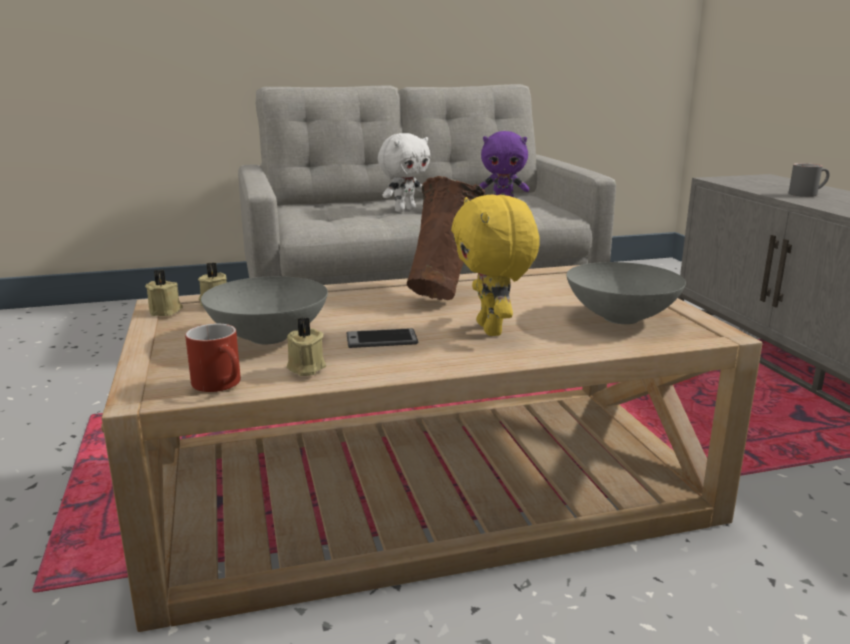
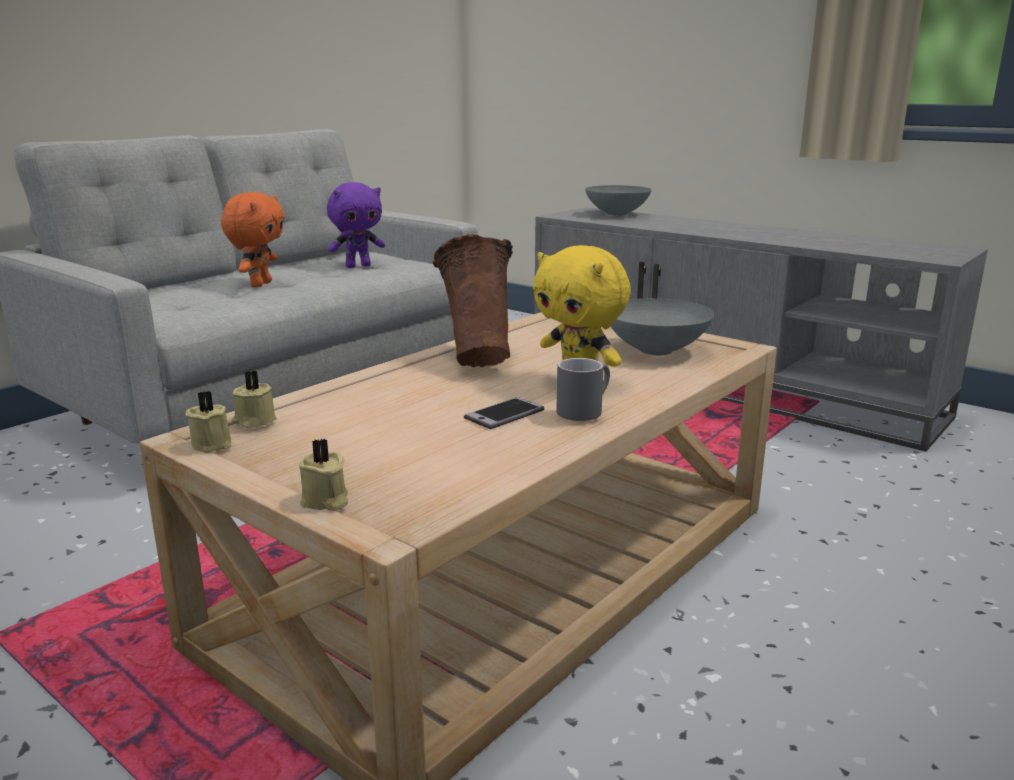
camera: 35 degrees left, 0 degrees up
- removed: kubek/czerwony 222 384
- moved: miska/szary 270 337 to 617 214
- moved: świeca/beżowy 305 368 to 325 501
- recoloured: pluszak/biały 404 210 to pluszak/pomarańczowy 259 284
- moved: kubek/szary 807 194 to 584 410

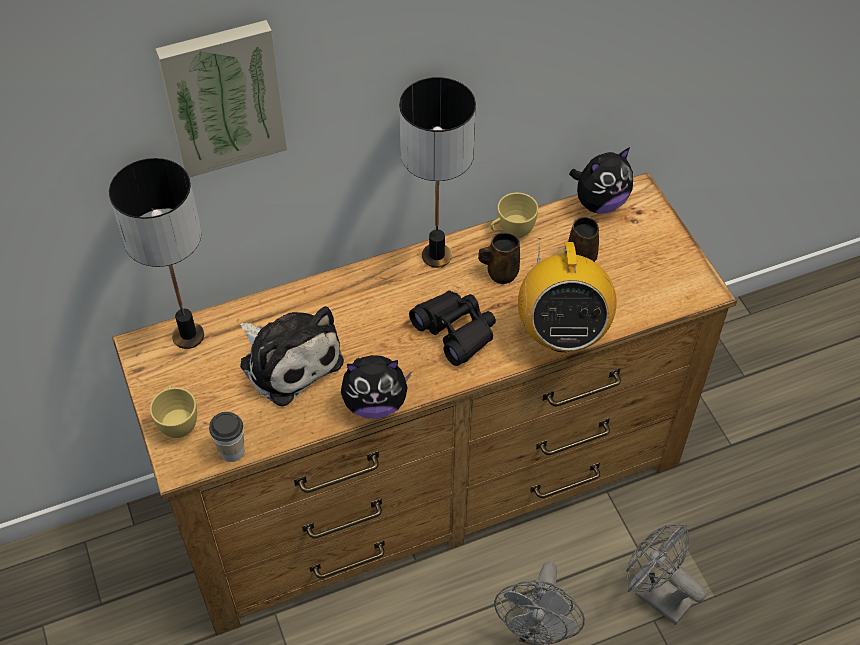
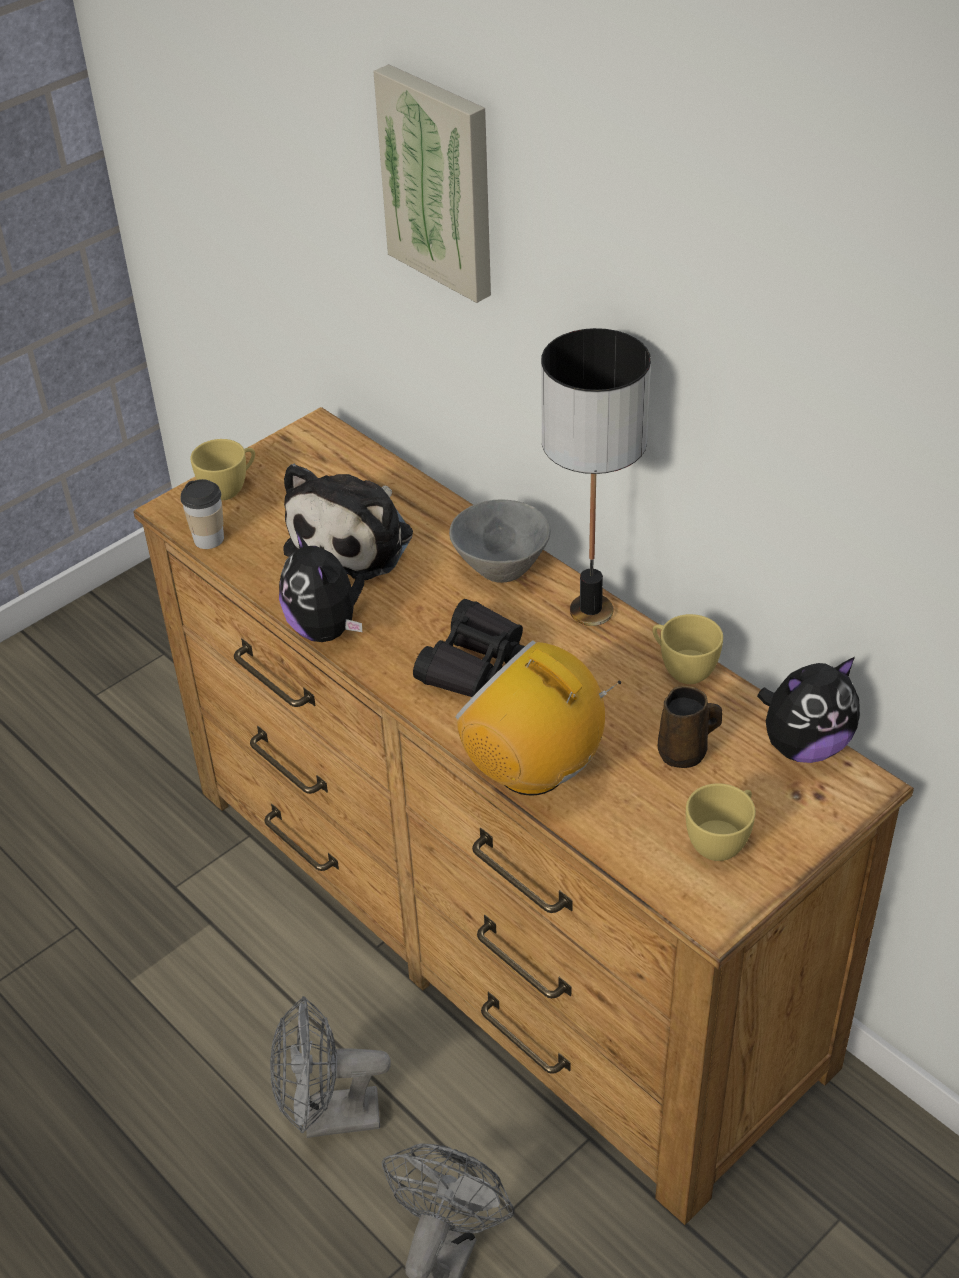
camera: 70 degrees right, 10 degrees down
- removed: lampa stołowa 189 336
- removed: kubek/brązowy 500 273
- turned: radio 562 333 = 533 770 60 degrees clockwise
- turned: pluszak 599 202 = 804 746 60 degrees counterclockwise
- added: miska/szary 503 565
- added: filiżanka/żółty 722 841

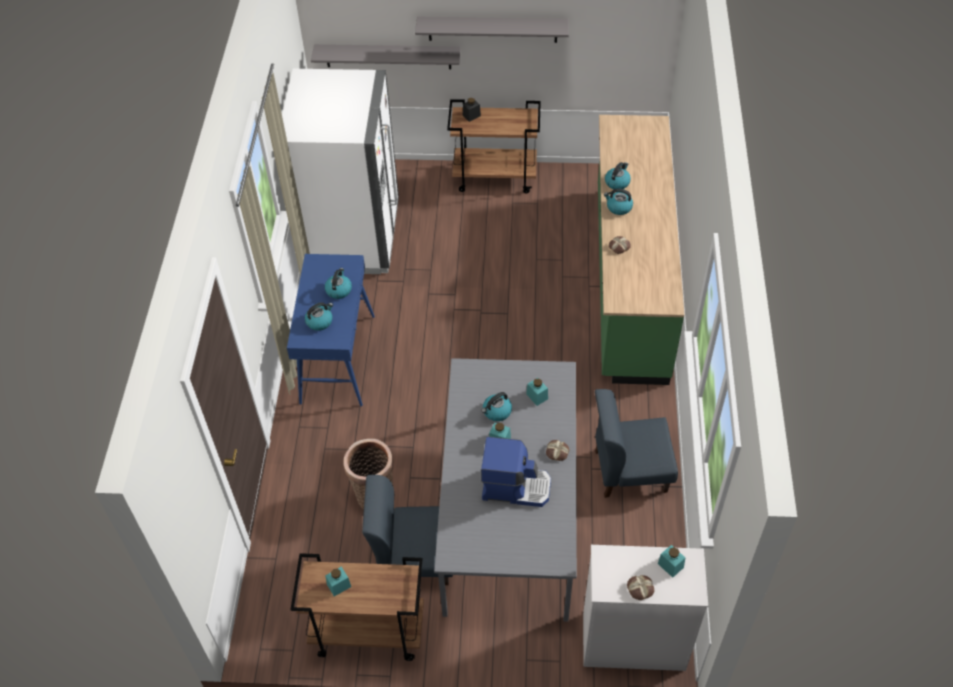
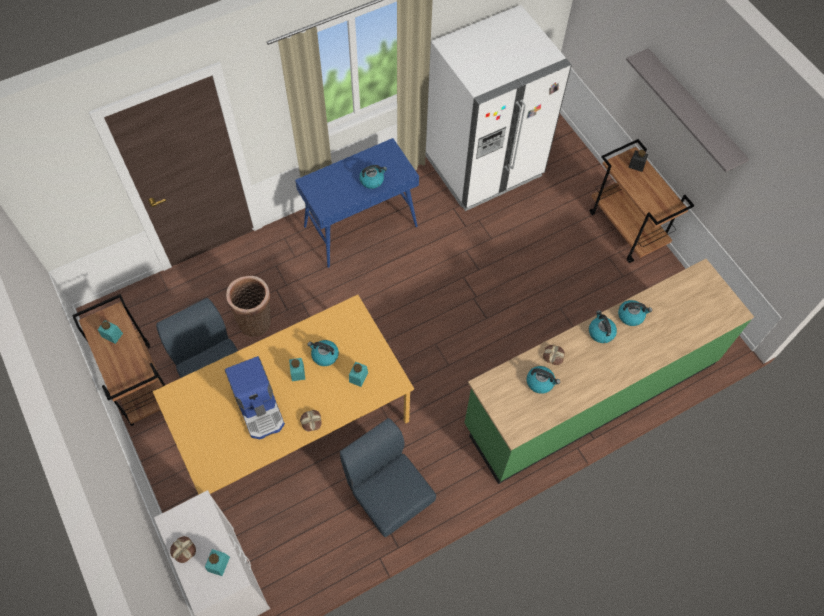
camera: 55 degrees right, 10 degrees up
- moved: czajnik 319 321 to 540 382
- removed: półka/szary 388 56
- recoloured: stół jadalny/szary 508 512 to stół jadalny/pomarańczowy 294 422

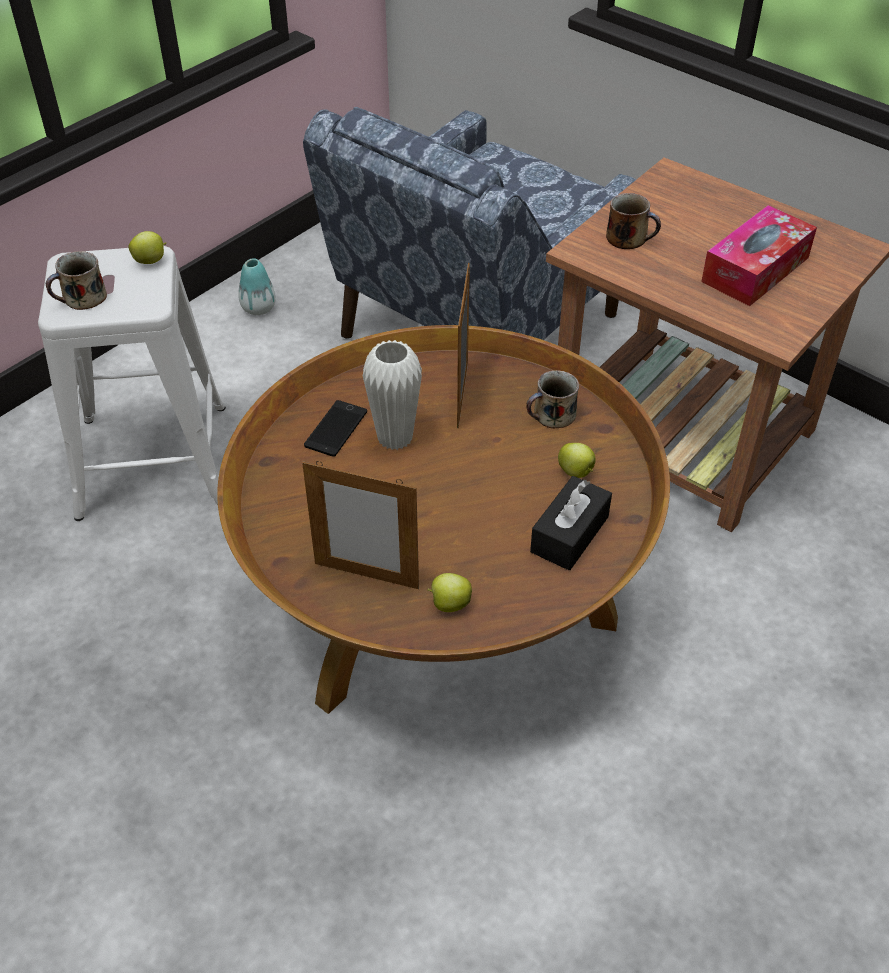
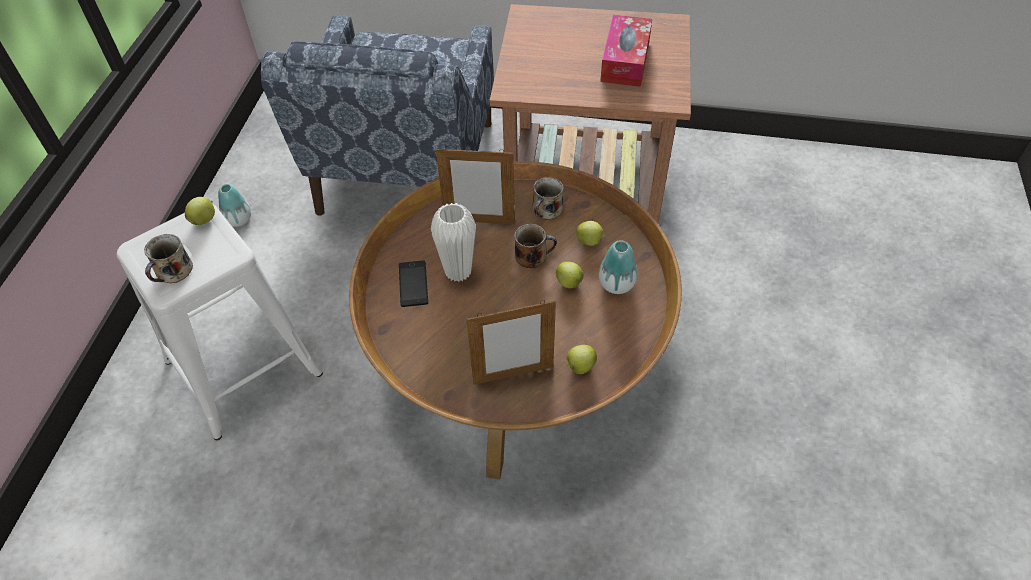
camera: 30 degrees left, 5 degrees up
- turned: ramka na zdjęcie 462 395 = 479 221 60 degrees counterclockwise
- replaced: pudełko chusteczek/czarny 569 534 to wazon 616 284
- moved: kubek 629 238 to 532 255
- added: jabłko 569 283

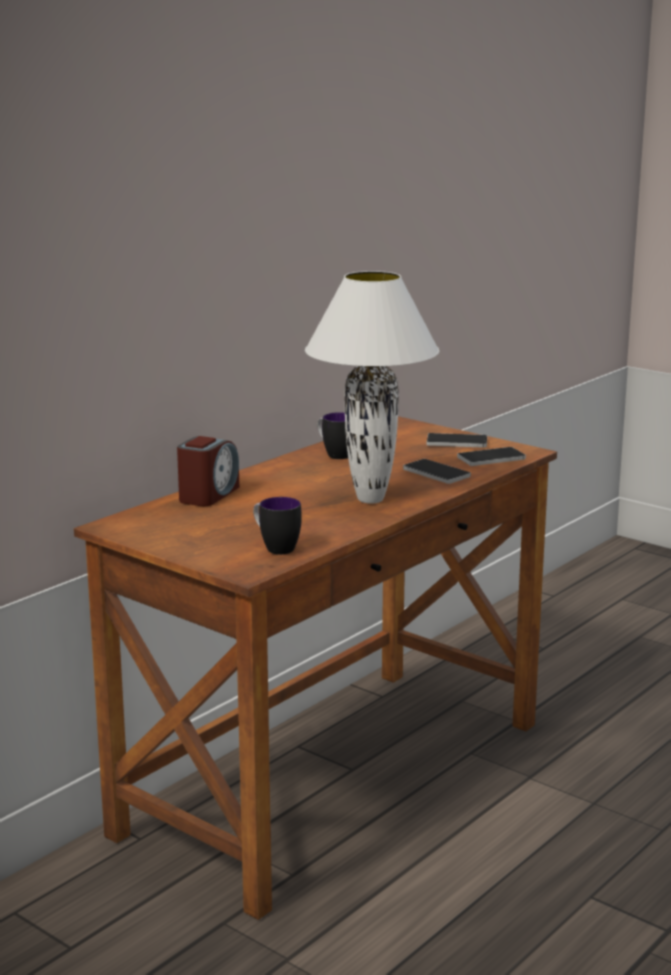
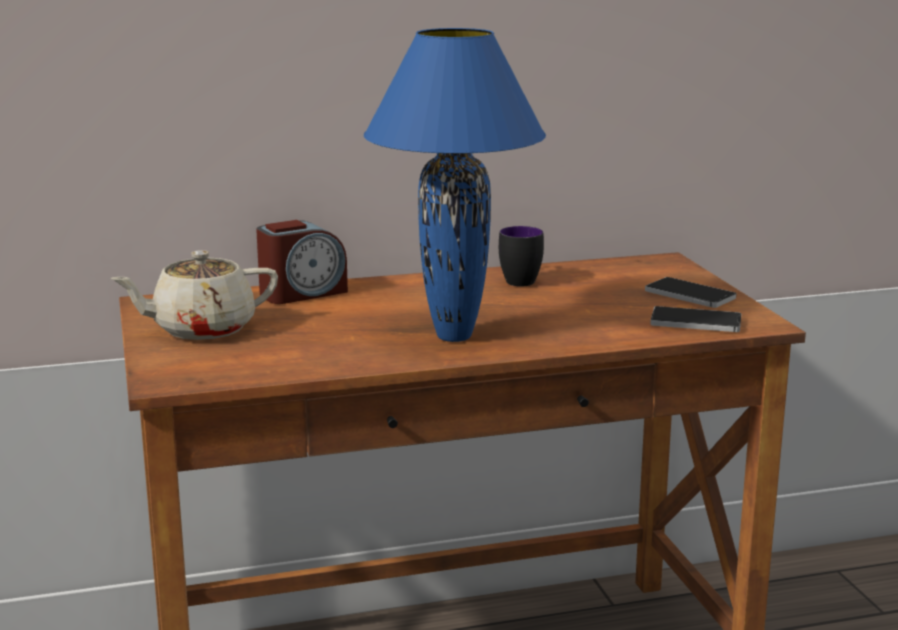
camera: 35 degrees right, 0 degrees up
- removed: kubek 275 547
- recoloured: lampa stołowa/biały 370 499 to lampa stołowa/niebieski 455 336
- removed: telefon 436 473
- added: imbryk/beżowy 201 329

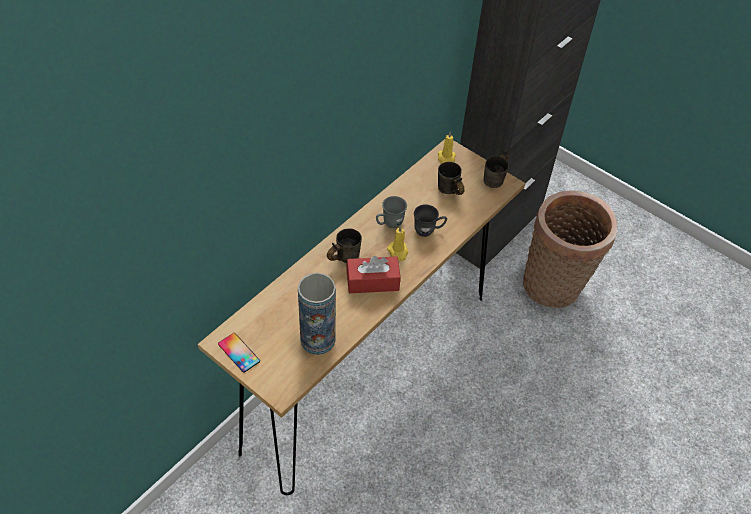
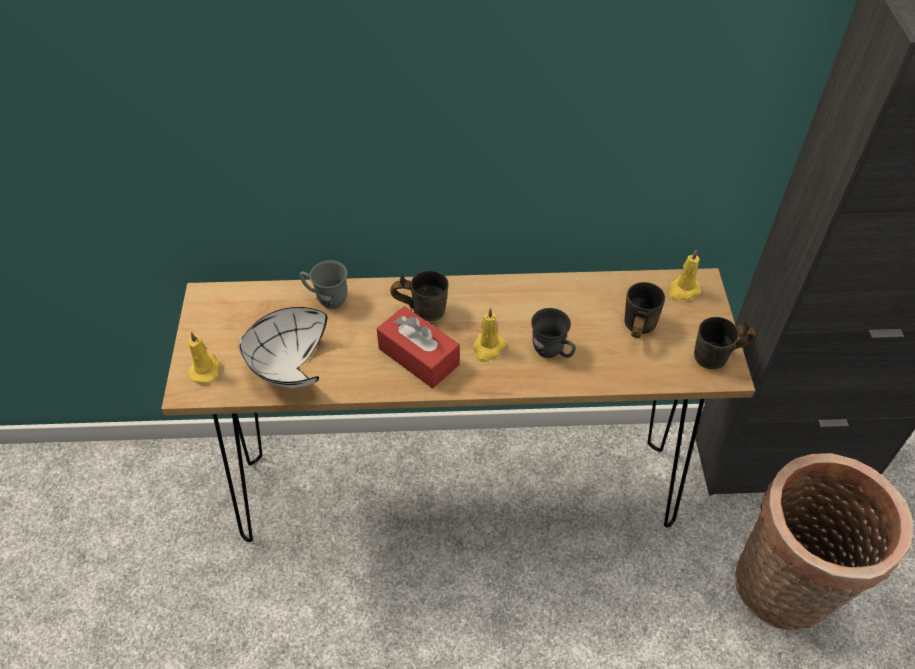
camera: 50 degrees right, 0 degrees up
- removed: telefon 239 352
- replaced: wazon 317 340 to miska/biały 287 368
- moved: kubek/szary 389 224 to 326 298
- added: świeca/żółty 206 369

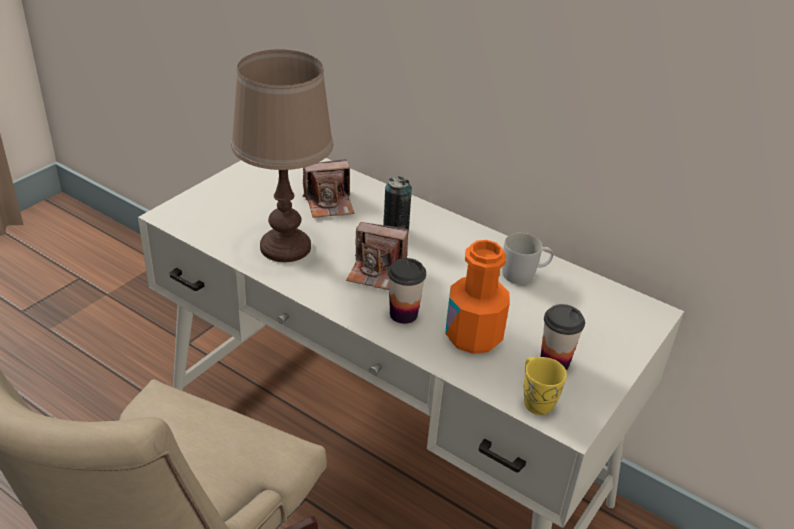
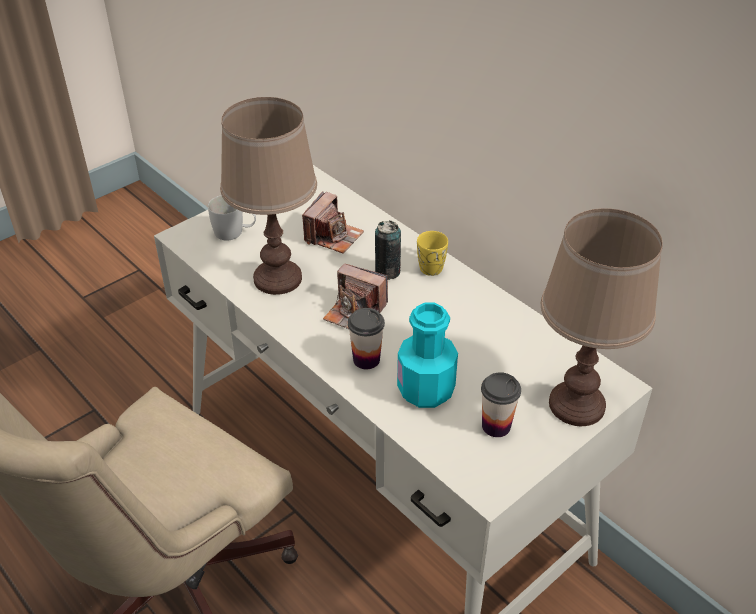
camera: 15 degrees right, 5 degrees up
- turned: aparat fotograficzny 329 204 = 333 236 60 degrees counterclockwise
- recoloured: butelka/pomarańczowy 473 336 to butelka/turkusowy 426 389
- moved: kubek/biały 524 274 to 234 232
- moved: kubek/żółty 535 399 to 430 265
- added: lampa stołowa/brązowy 577 404

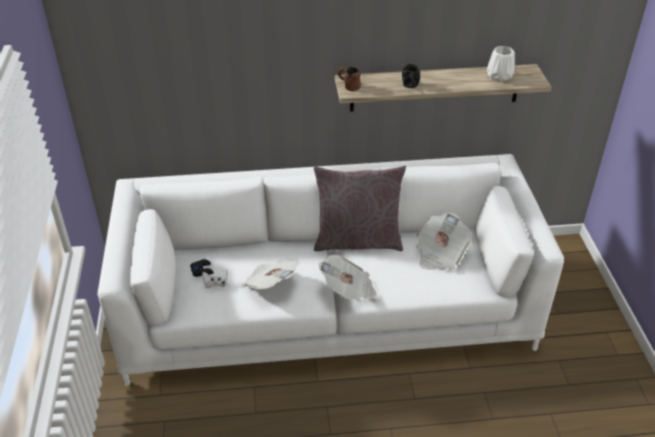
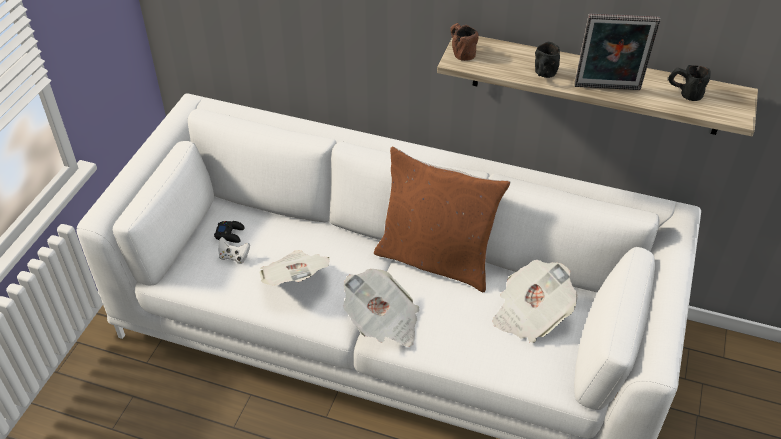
camera: 25 degrees right, 5 degrees up
- recoloured: poduszka/szary 357 241 to poduszka/brązowy 436 259
- replaced: wazon/biały 499 76 to kubek/czarny 684 93
- added: ramka na zdjęcie 607 89

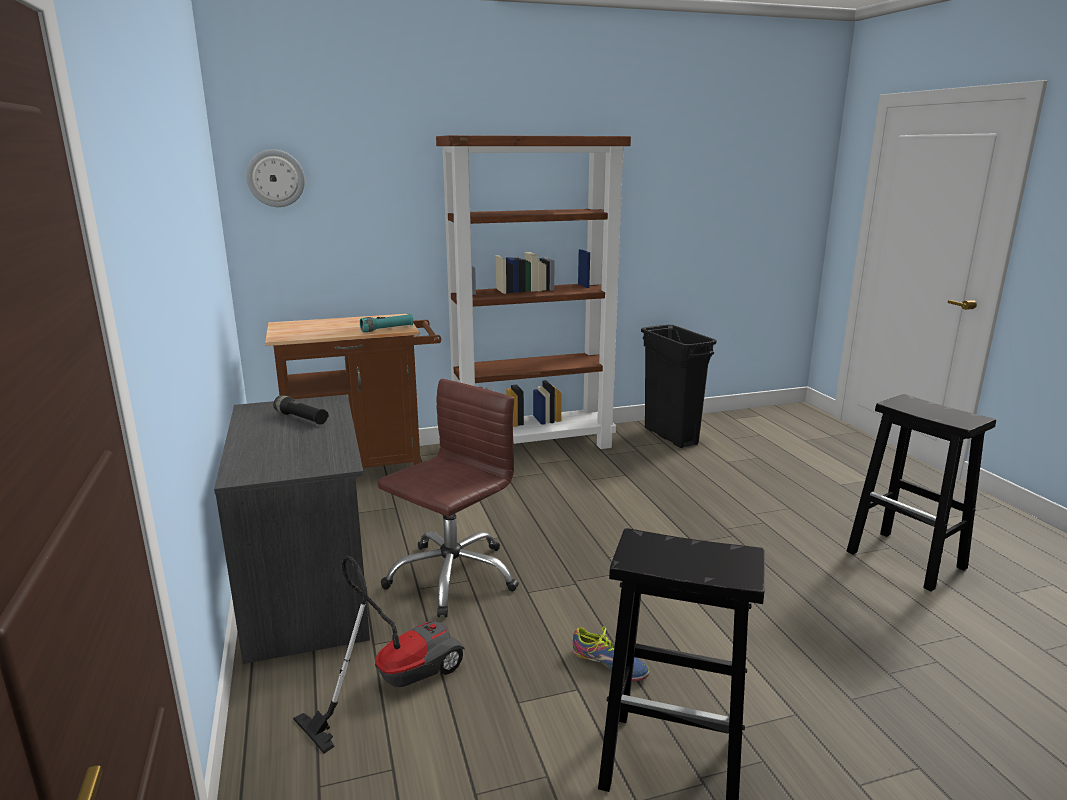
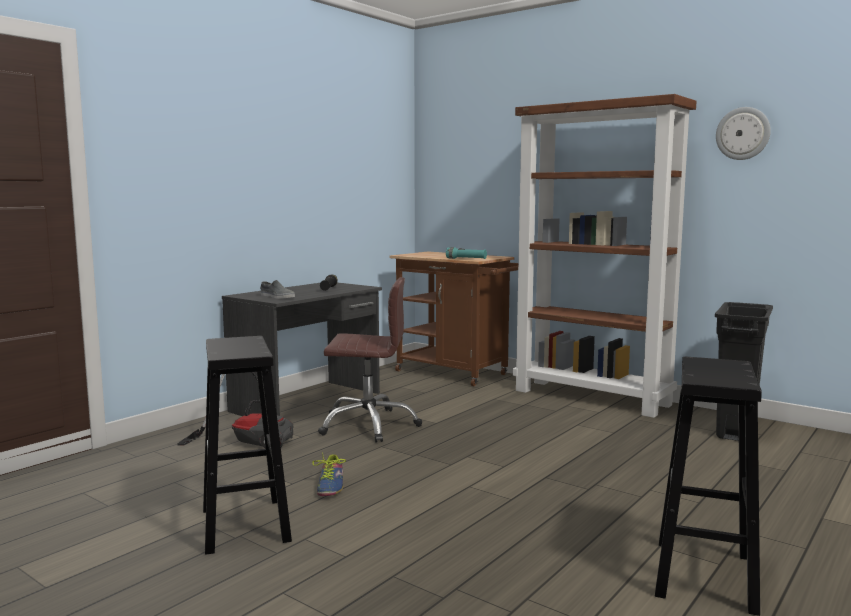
camera: 55 degrees right, 10 degrees down
- moved: zegar ścienny 275 178 to 743 133
- added: but/szary 277 296

